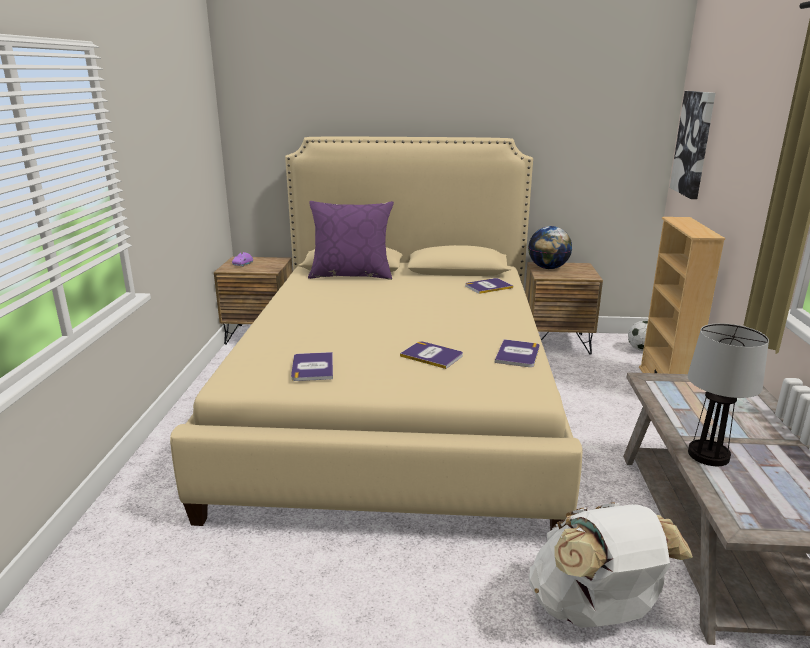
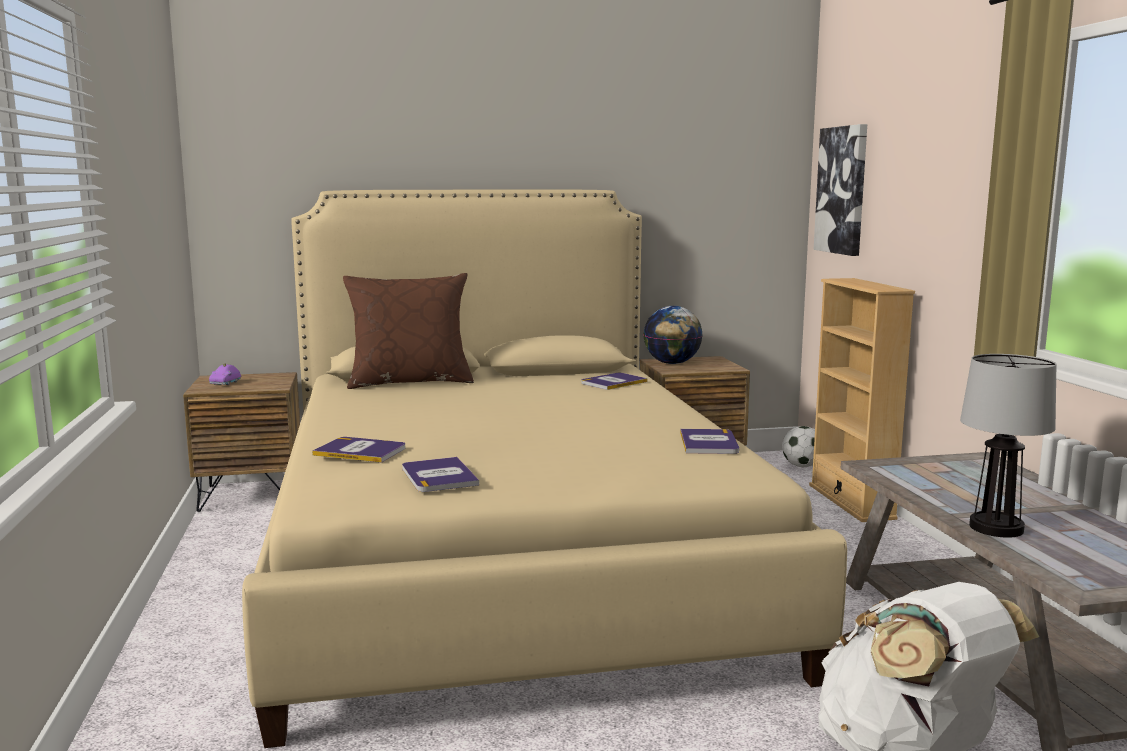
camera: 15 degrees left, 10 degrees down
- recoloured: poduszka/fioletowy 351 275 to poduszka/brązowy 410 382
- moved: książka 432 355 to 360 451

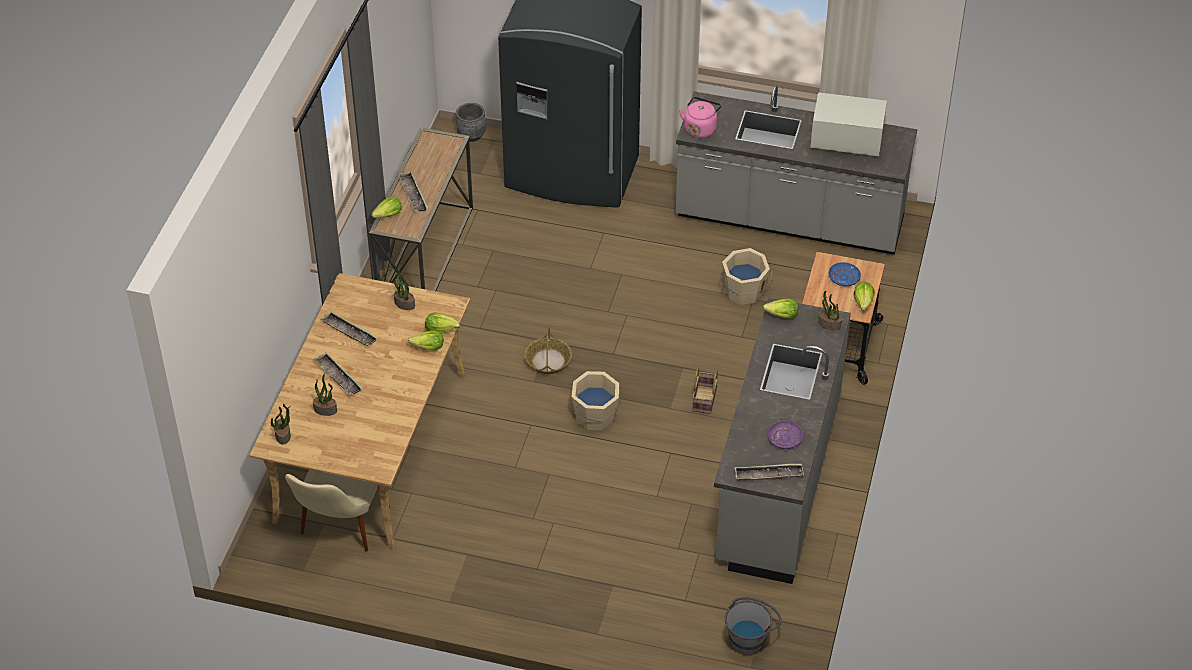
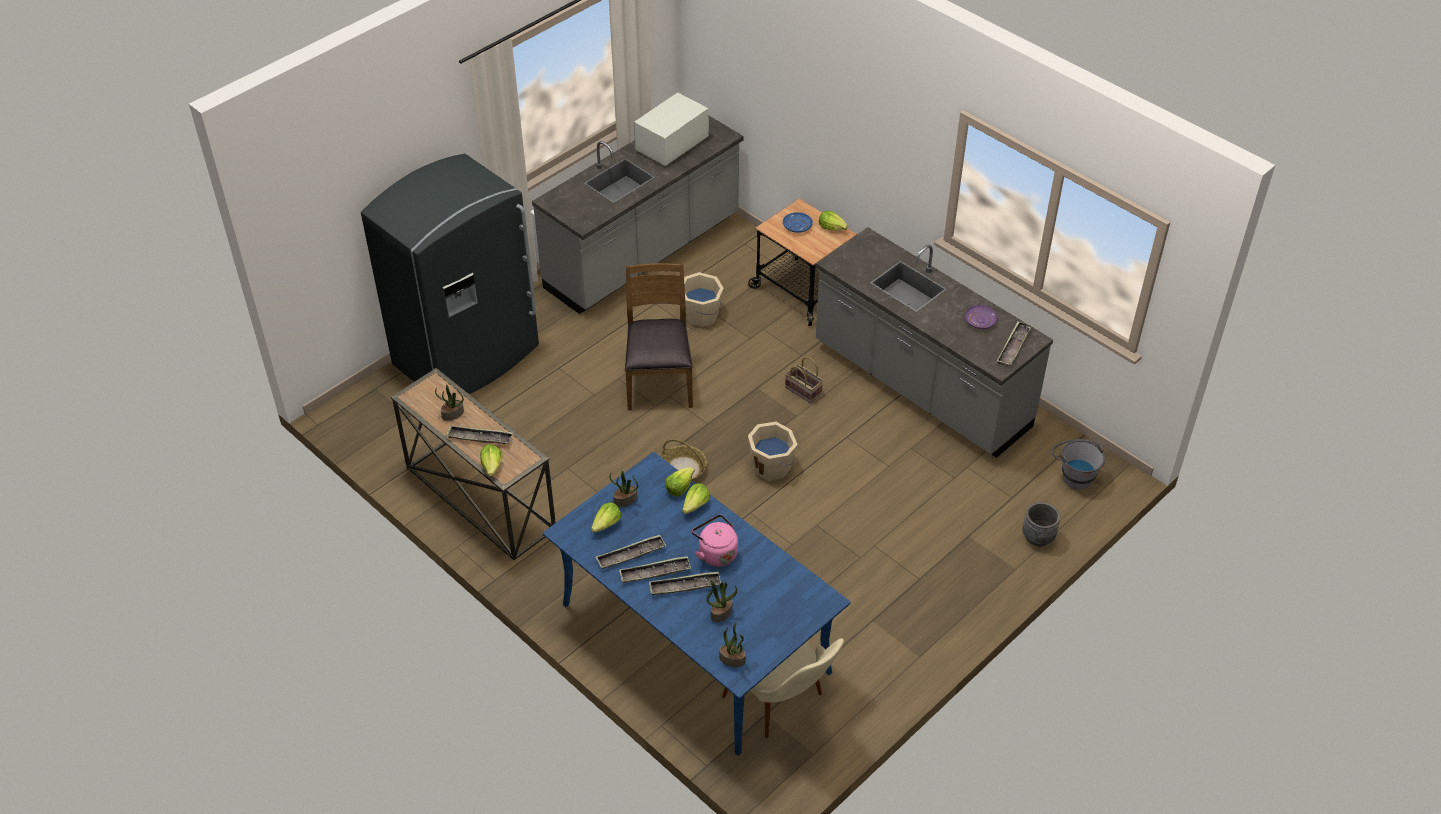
camera: 60 degrees left, 0 degrees up
- recoloured: stół jadalny/beżowy 371 446 to stół jadalny/niebieski 694 638
- moved: donica/szary 471 135 to 1038 537
- moved: czajnik/różowy 700 128 to 716 553
- moved: sałata 781 315 to 606 524
- moved: roślina doniczkowa 829 324 to 453 414
- added: taca 655 572
- added: krzesło/brązowy 659 380

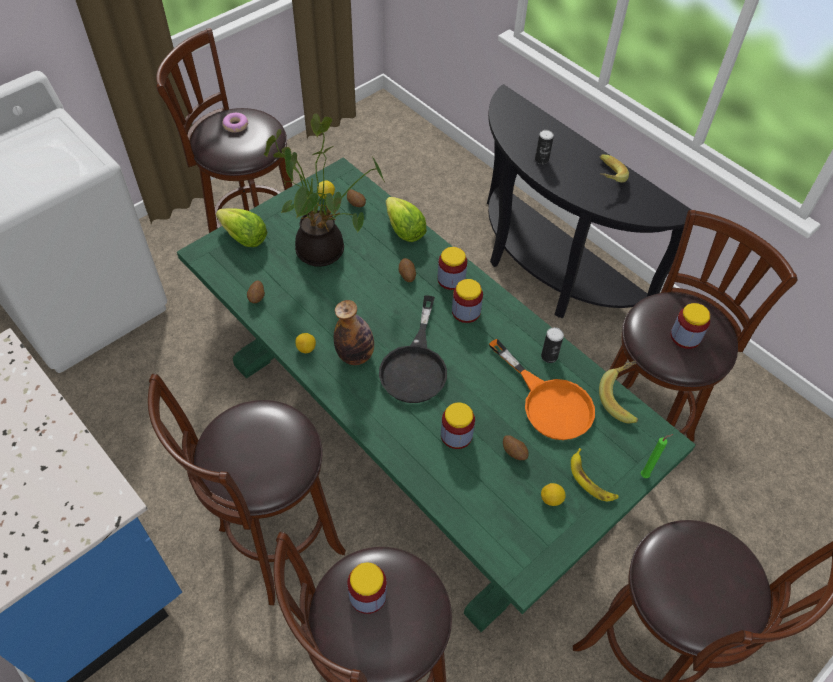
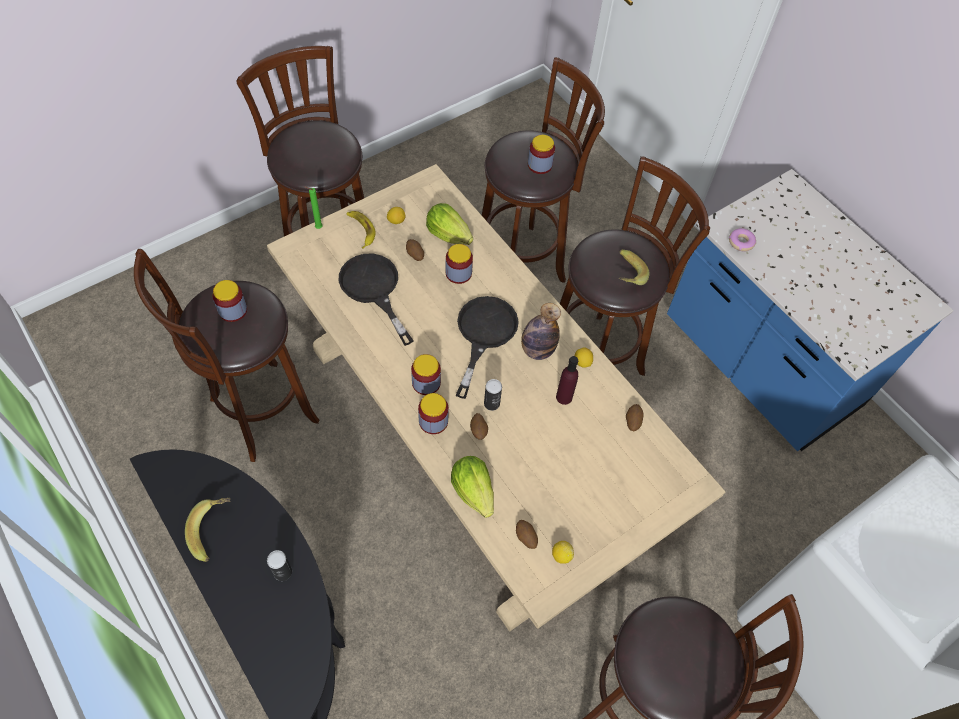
camera: 175 degrees left, 5 degrees up
- recoloured: stół jadalny/zielony 414 433 to stół jadalny/beżowy 471 436
- moved: sałata 244 238 to 448 234
- moved: donut 236 126 to 741 242
- removed: roślina doniczkowa 324 249
- recoloured: patelnia/pomarańczowy 549 402 to patelnia/czarny 374 290
- moved: puszka 549 356 to 491 403
- moved: banan 622 398 to 625 276
- added: butelka/fioletowy 564 397

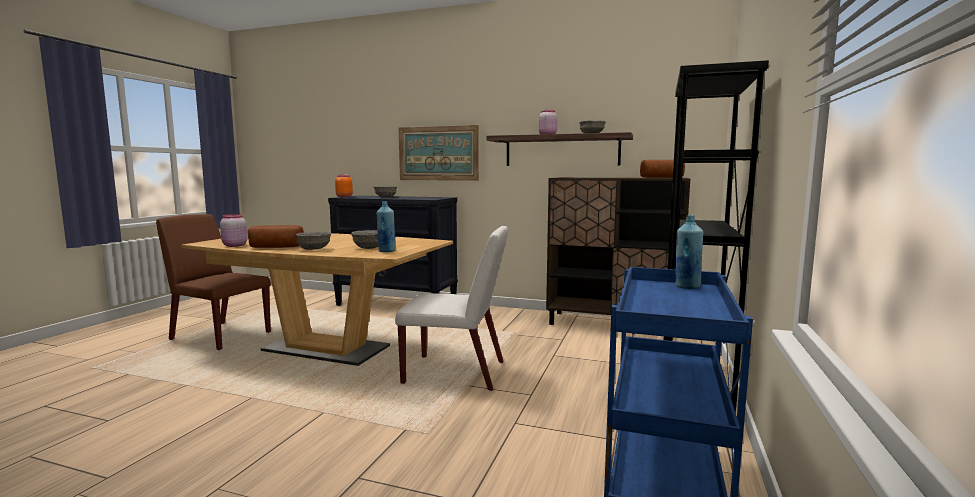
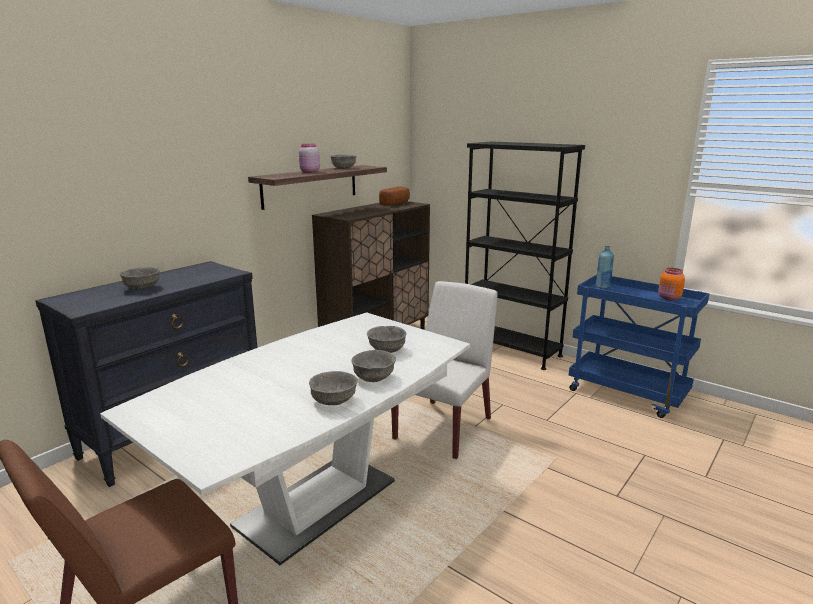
camera: 70 degrees left, 10 degrees up
- recoloured: stół jadalny/brązowy 326 349 to stół jadalny/biały 317 503
- removed: słoik/różowy 234 245
- replaced: chleb 275 247 to miska/szary 333 401
- moved: słoik/pomarańczowy 343 197 to 669 298
- removed: butelka/niebieski 386 251
- removed: obraz 438 153

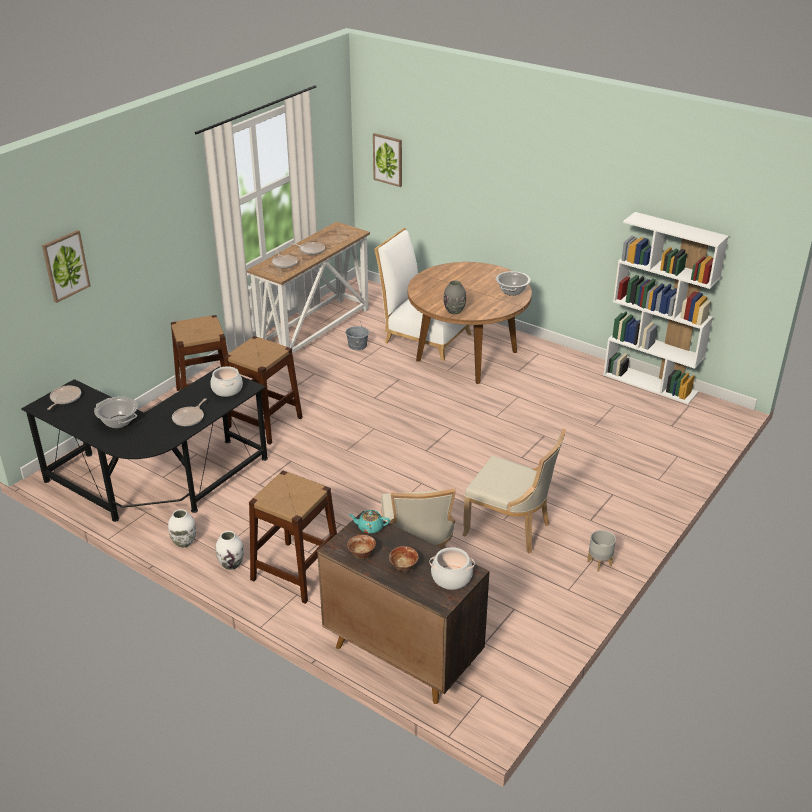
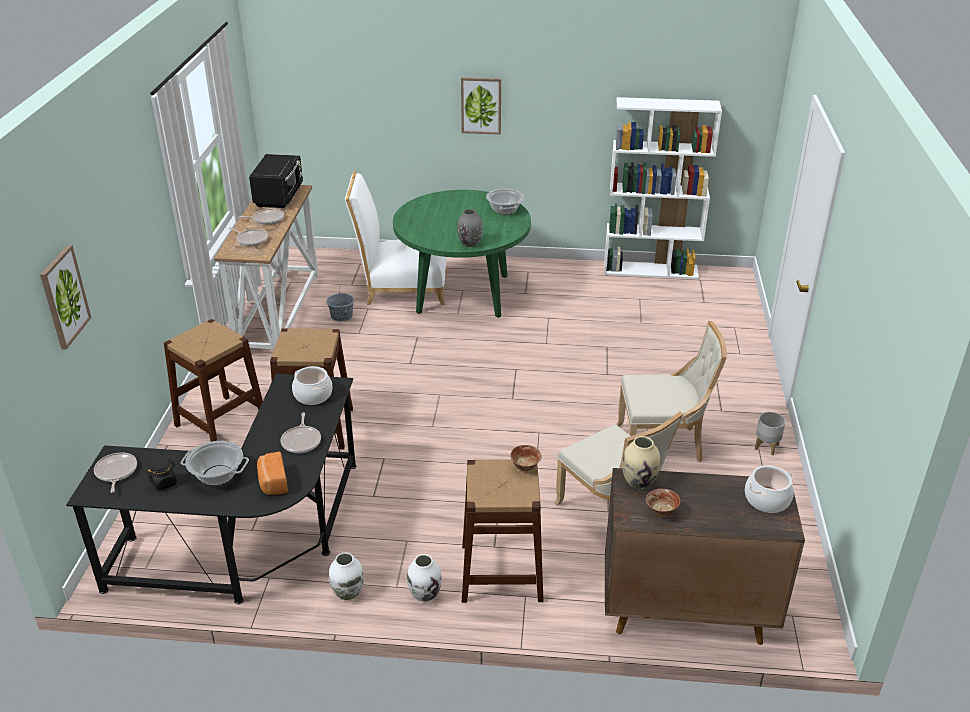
camera: 30 degrees left, 0 degrees up
- replaced: imbryk/turkusowy 370 528 to wazon/beżowy 639 482
- moved: obraz 388 159 to 481 105
- moved: miska 404 567 to 525 467
- recoloured: stół jadalny/brązowy 466 356 to stół jadalny/zielony 463 294
- added: słoik/czarny 164 483
- added: mikrofalówka/czarny 280 196
- added: chleb 272 482

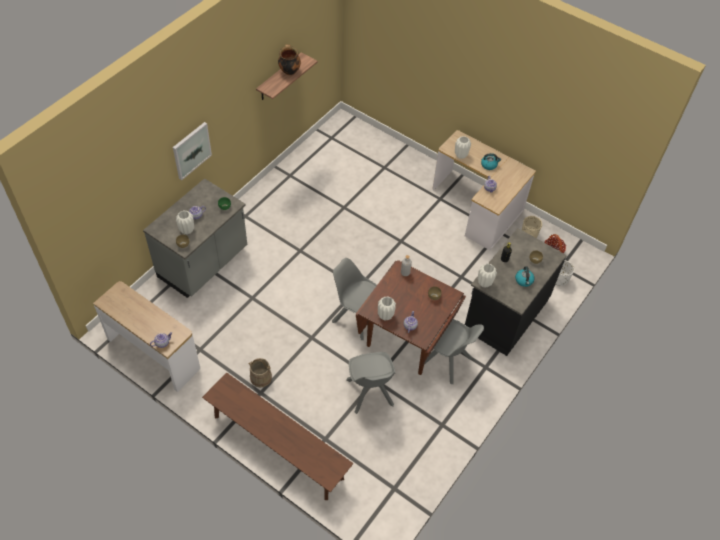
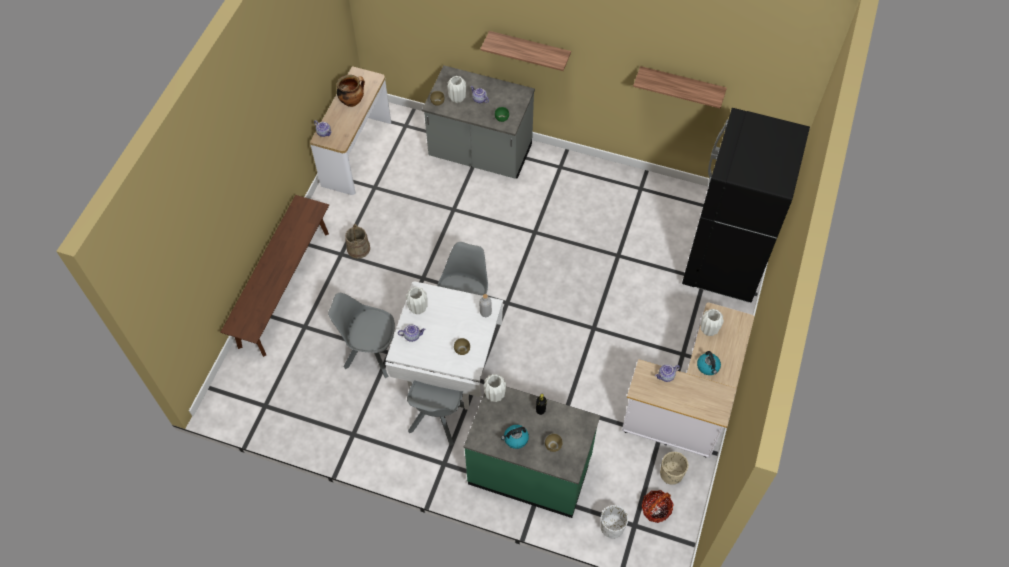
camera: 75 degrees right, 5 degrees up
- replaced: obraz 191 150 to półka 529 49
- moved: garnek 289 71 to 352 101
- turned: krzesło/szary 370 394 = 370 353 45 degrees clockwise
- recoloured: stół jadalny/brązowy 405 342 to stół jadalny/biały 448 370
- recoloured: zabudowa kuchenna/czarny 505 314 to zabudowa kuchenna/zielony 530 470
- added: lodówka/czarny 724 262

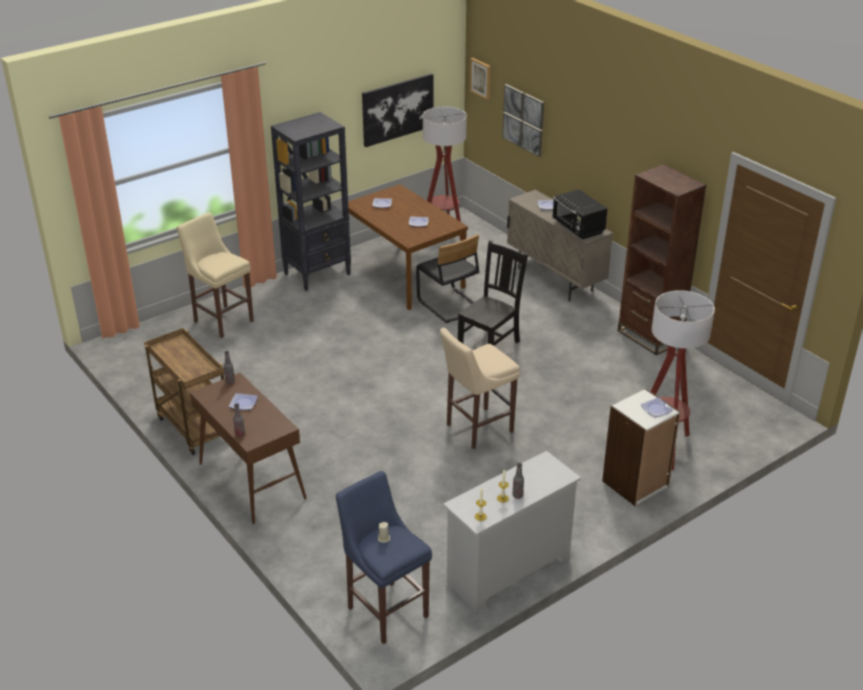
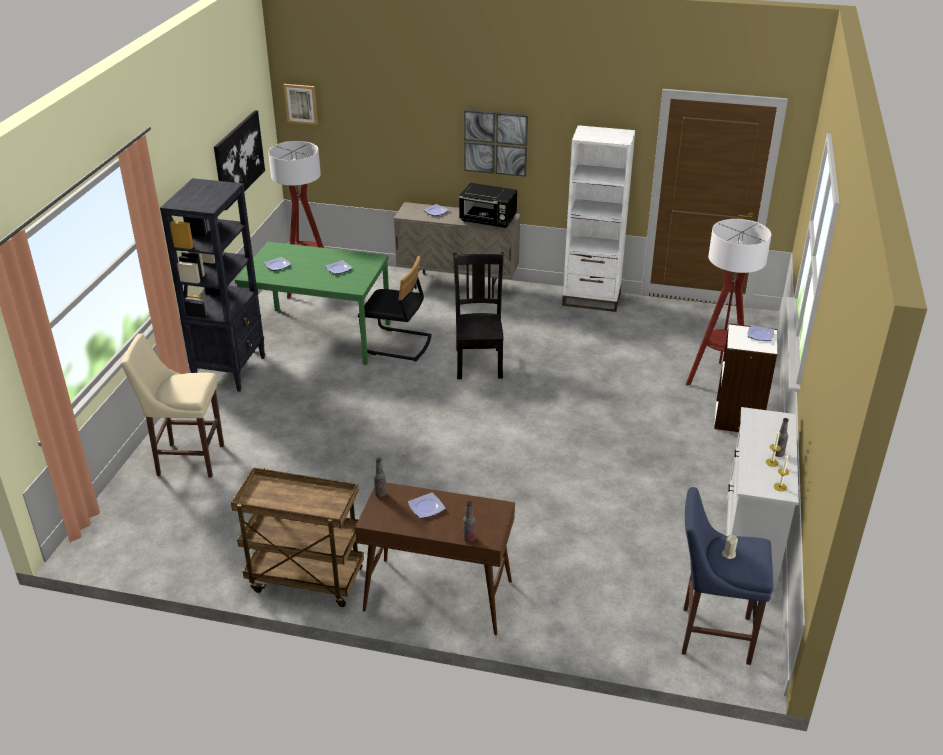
camera: 40 degrees left, 0 degrees up
- recoloured: stół jadalny/brązowy 403 275 to stół jadalny/zielony 318 336
- removed: stołek/beżowy 476 429
- moved: obraz 523 120 to 495 142
- recoloured: regał/brązowy 649 336 to regał/biały 591 299

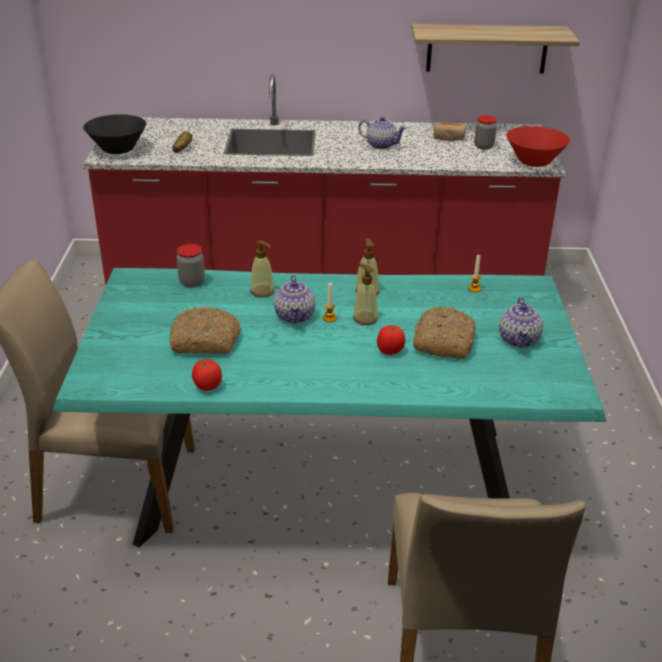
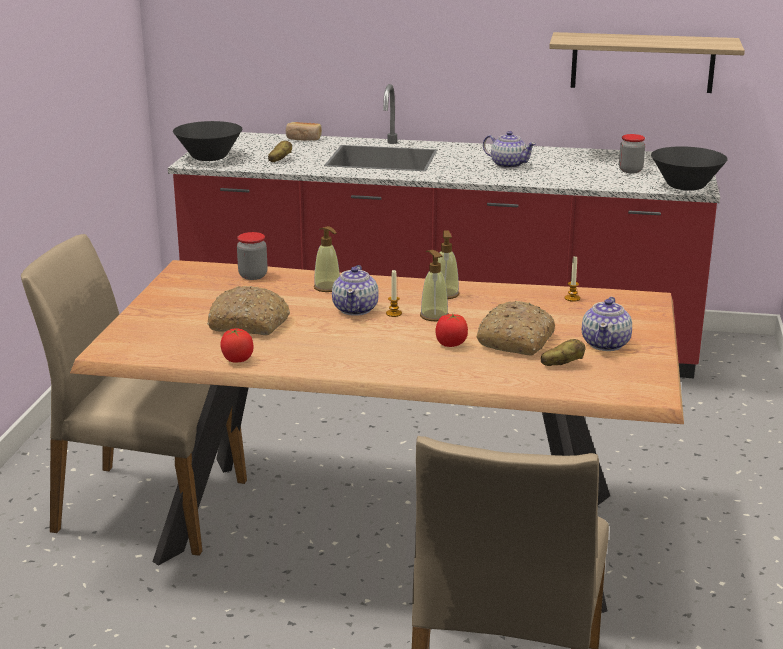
camera: 10 degrees right, 10 degrees down
- recoloured: stół jadalny/turkusowy 328 486 to stół jadalny/brązowy 391 528
- moved: chleb 449 138 to 304 139
- recoloured: miska/czerwony 534 162 to miska/czarny 685 186
- added: ziemniak 562 364

